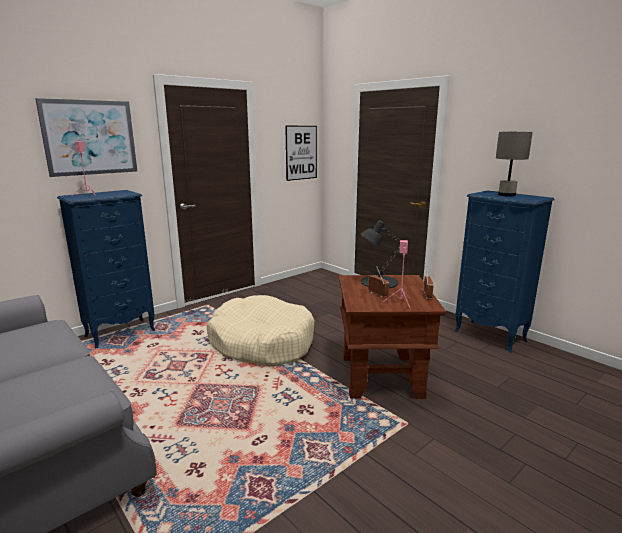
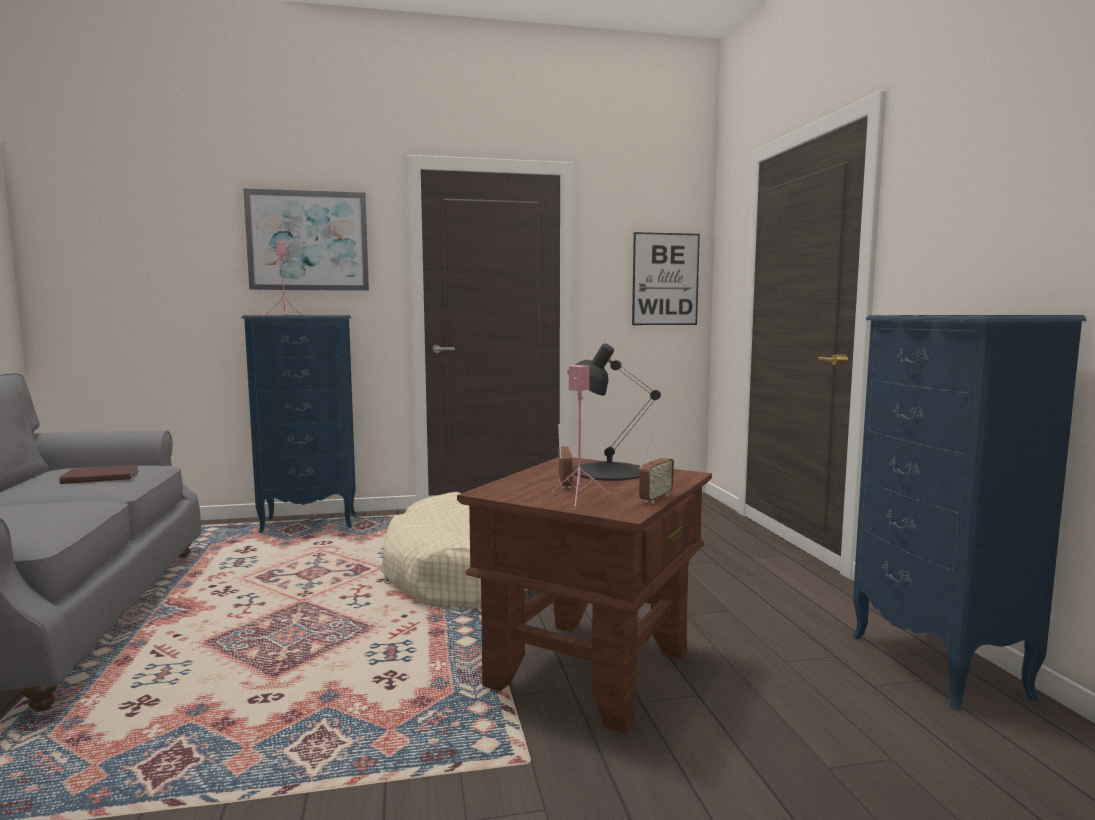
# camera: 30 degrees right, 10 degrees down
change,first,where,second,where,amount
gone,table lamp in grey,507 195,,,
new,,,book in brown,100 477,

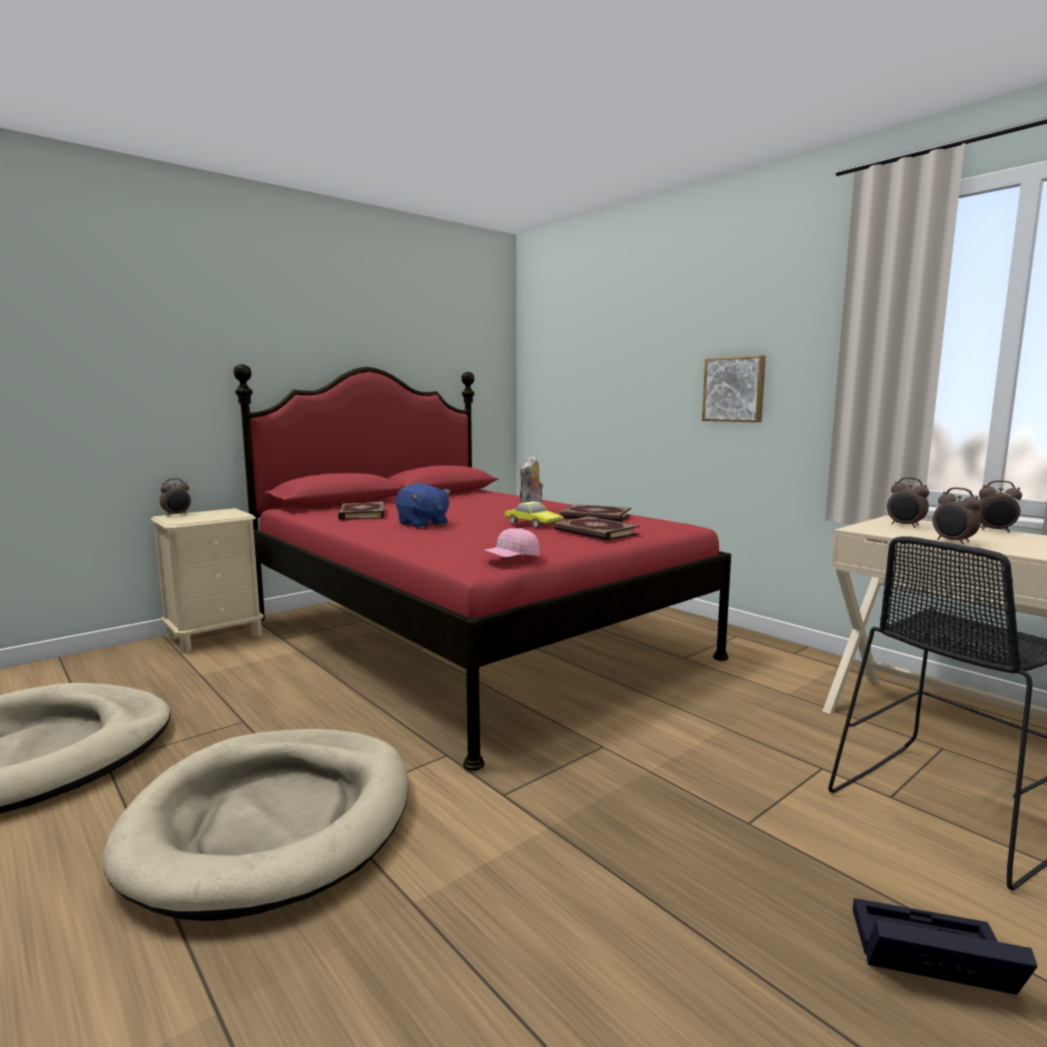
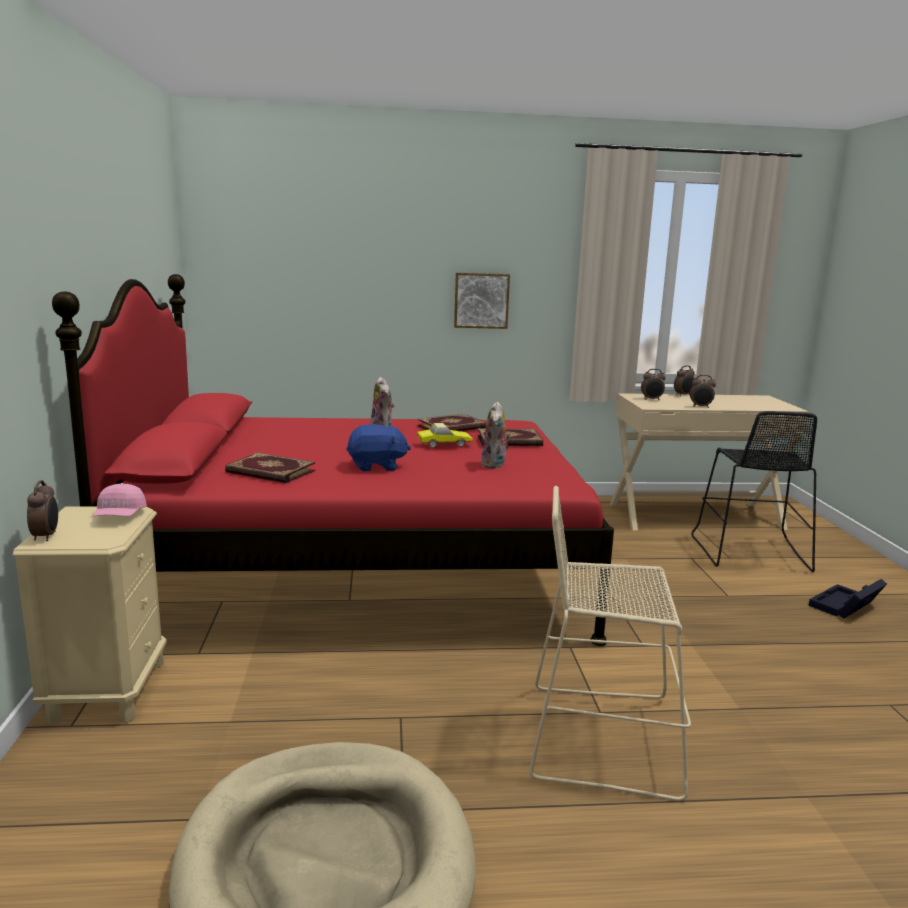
# camera: 55 degrees left, 5 degrees up
change,first,where,second,where,amount
swapped,dog bed in beige,273 821,stool in beige,605 737,
shifted,cap in pink,511 559,,120 516,
new,,,plush toy,495 465,

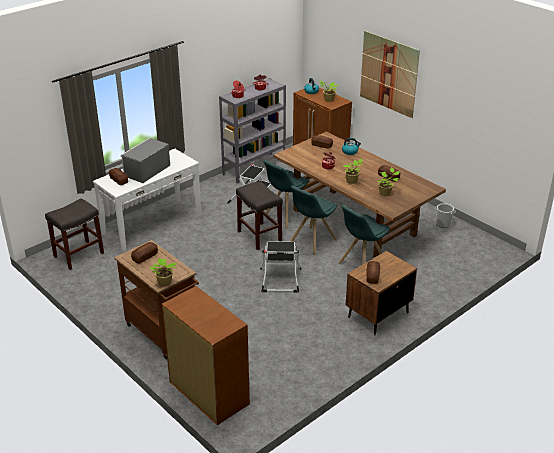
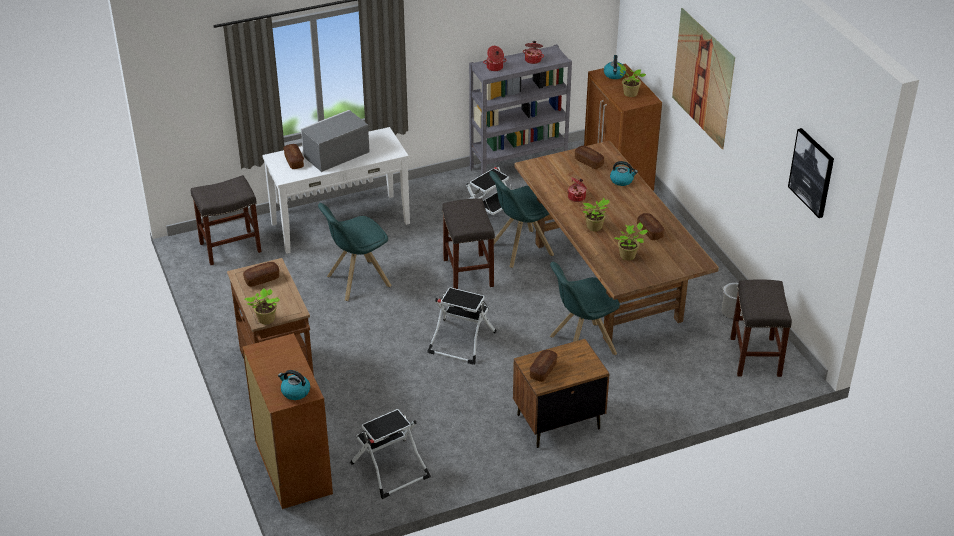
# camera: 20 degrees right, 5 degrees up
change,first,where,second,where,amount
shifted,chair in turquoise,312 241,,358 281,
new,,,kettle,295 392,
new,,,step ladder,390 467,
new,,,stool in grey,756 357,
new,,,picture,812 172,

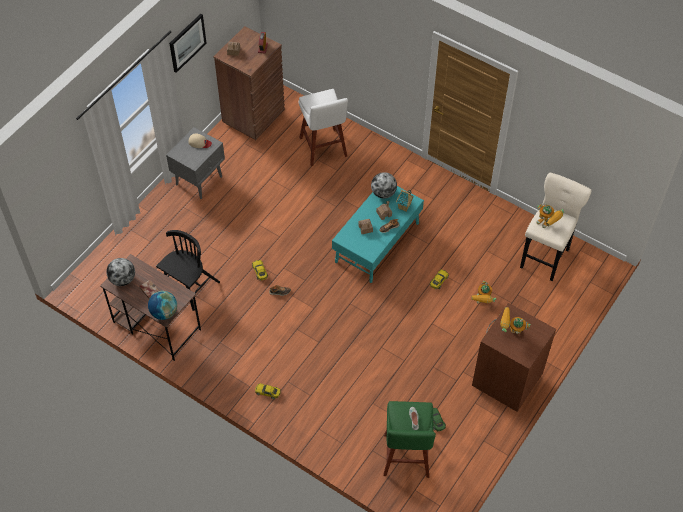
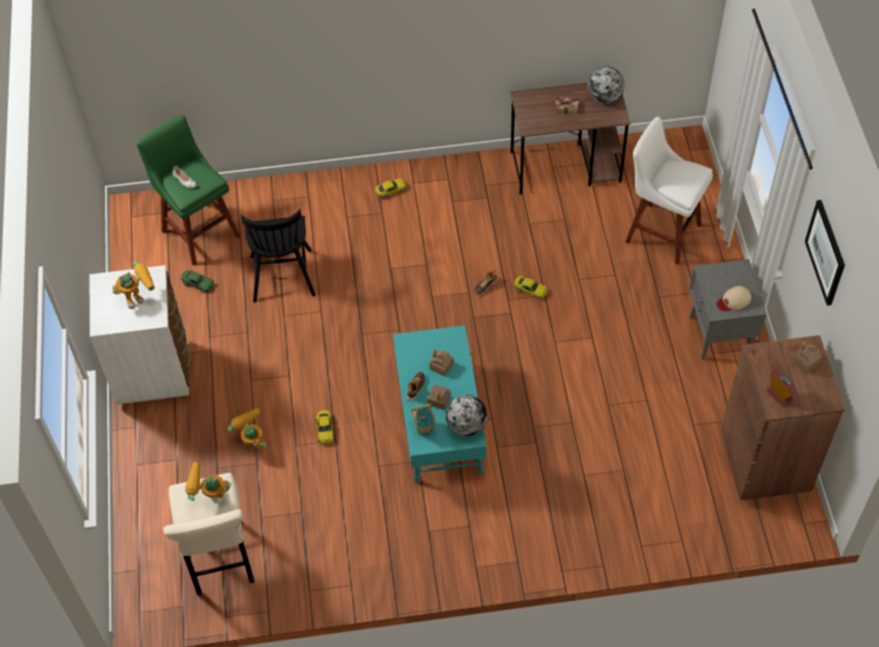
# camera: 140 degrees right, 0 degrees up
change,first,where,second,where,amount
gone,globe,164 312,,,
shifted,chair in black,188 287,,282 271,
shifted,stool in white,323 148,,661 232,
repainted,dresser in brown,506 382,dresser in white,154 373,

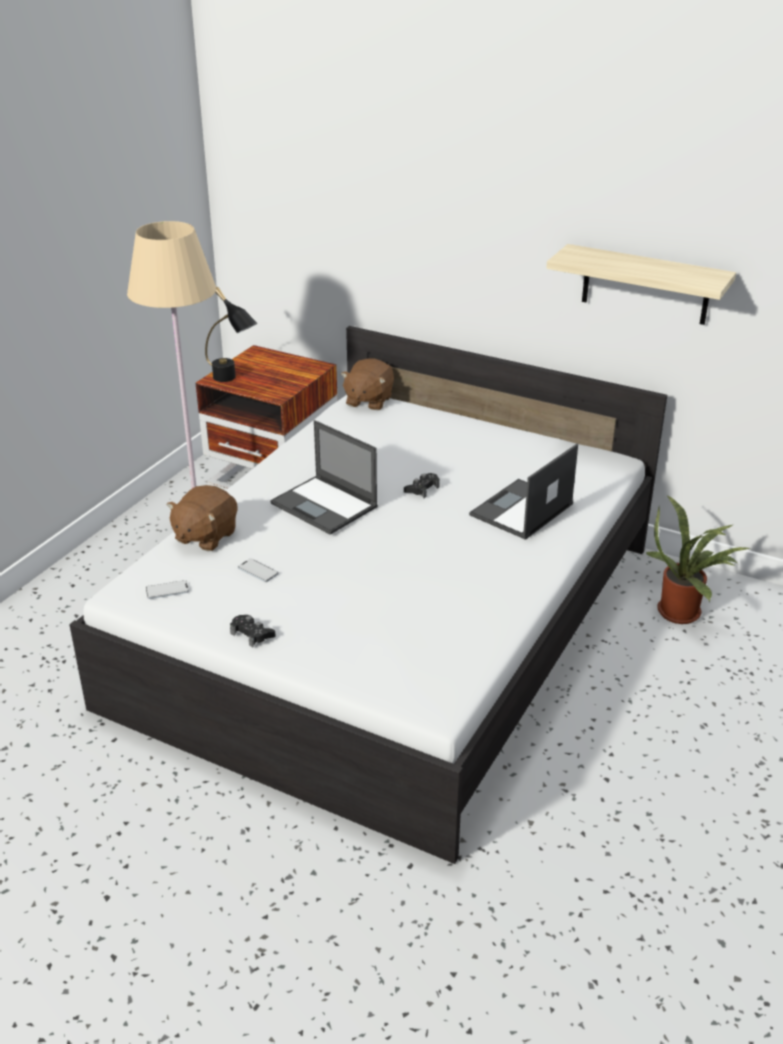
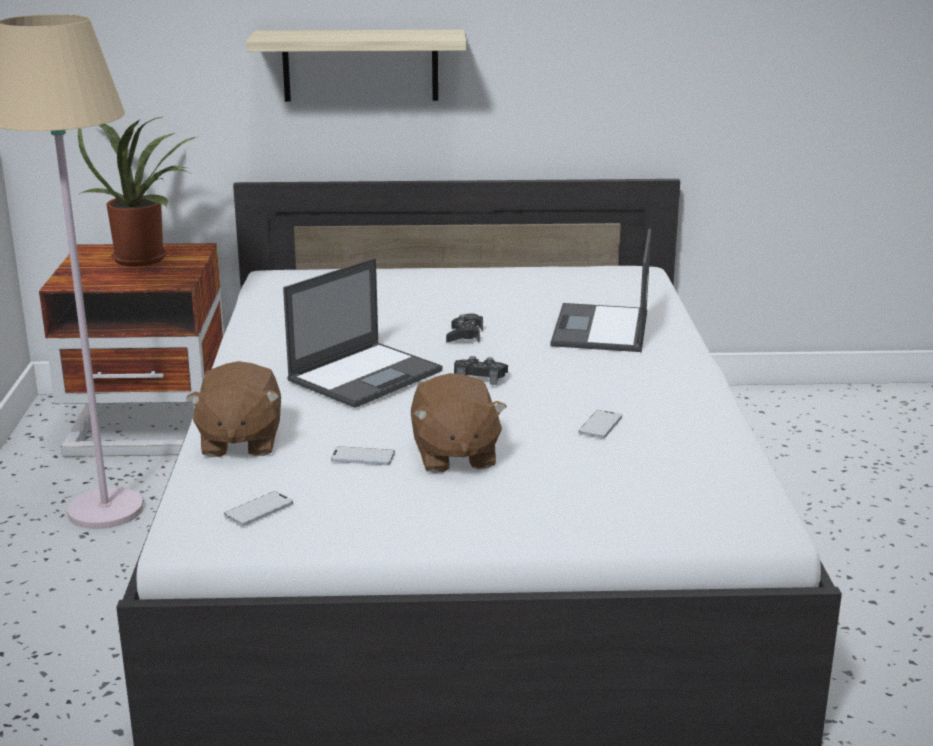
# camera: 30 degrees left, 10 degrees down
change,first,where,second,where,amount
gone,table lamp in black,232 380,,,
shifted,game controller in black,252 634,,480 377,
rotated,laptop,325 505,,366 375,60 degrees counterclockwise
shifted,plush toy in brown,368 401,,454 456,
shifted,shelf,645 285,,360 65,
shifted,potted plant,683 612,,145 258,
new,,,phone,600 425,

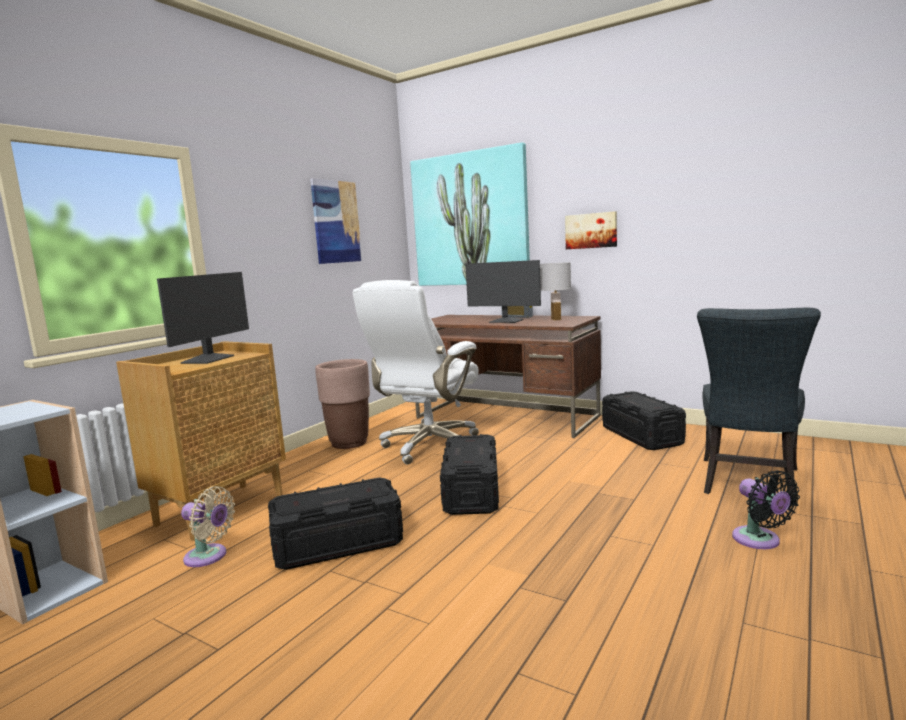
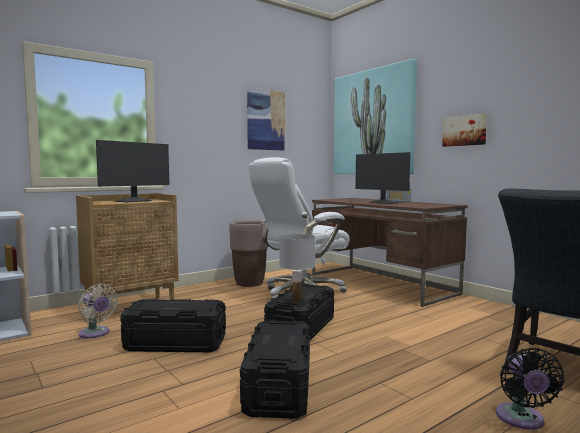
# camera: 20 degrees right, 5 degrees down
change,first,where,second,where,amount
shifted,table lamp in white,556 319,,297 300,
shifted,storage box in black,641 435,,279 386,

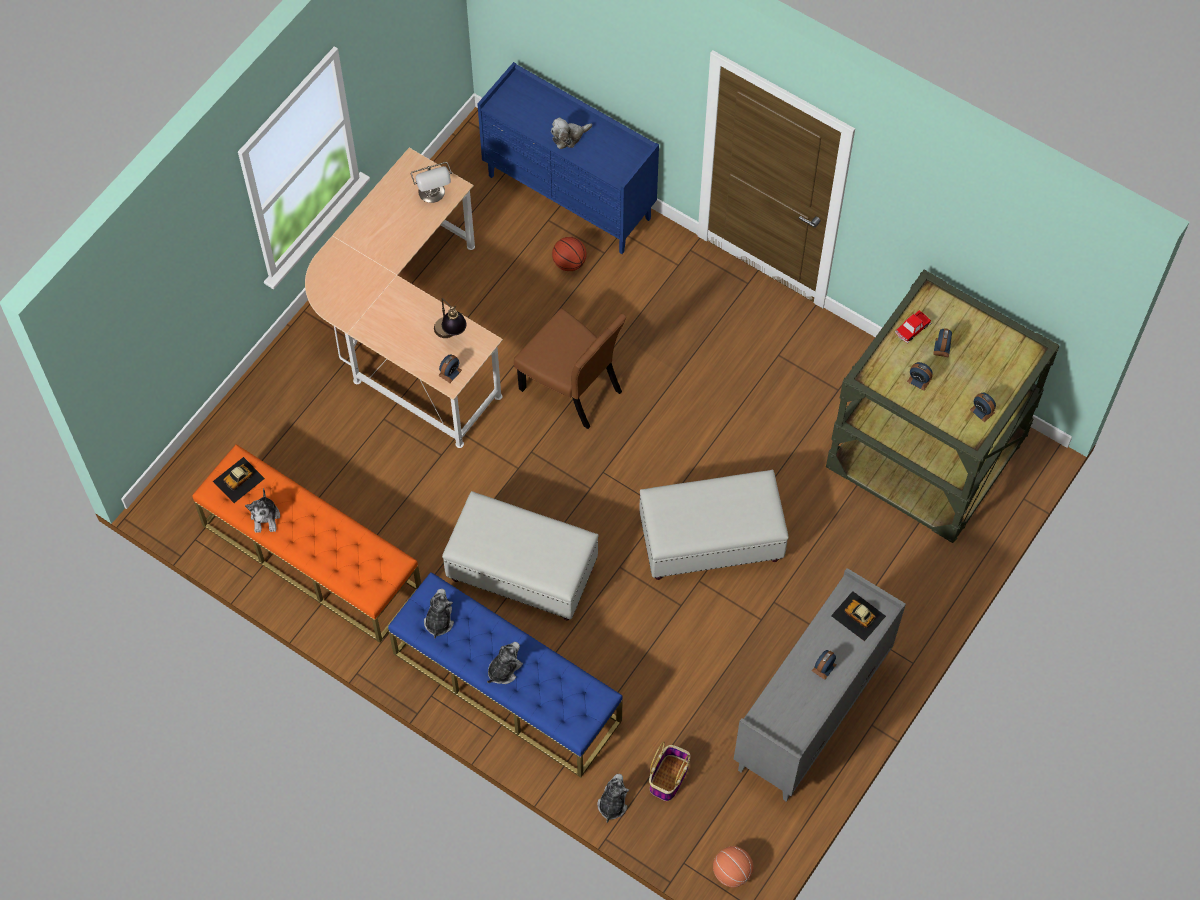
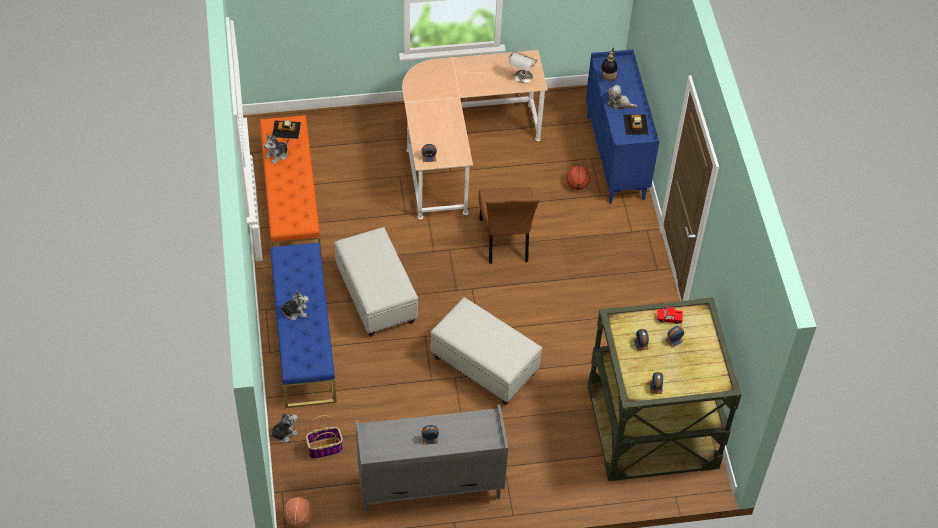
# camera: 45 degrees right, 10 degrees down
change,first,where,second,where,amount
gone,plush toy,438 621,,,
shifted,table lamp,450 335,,608 80,
shifted,toy car,858 616,,635 124,

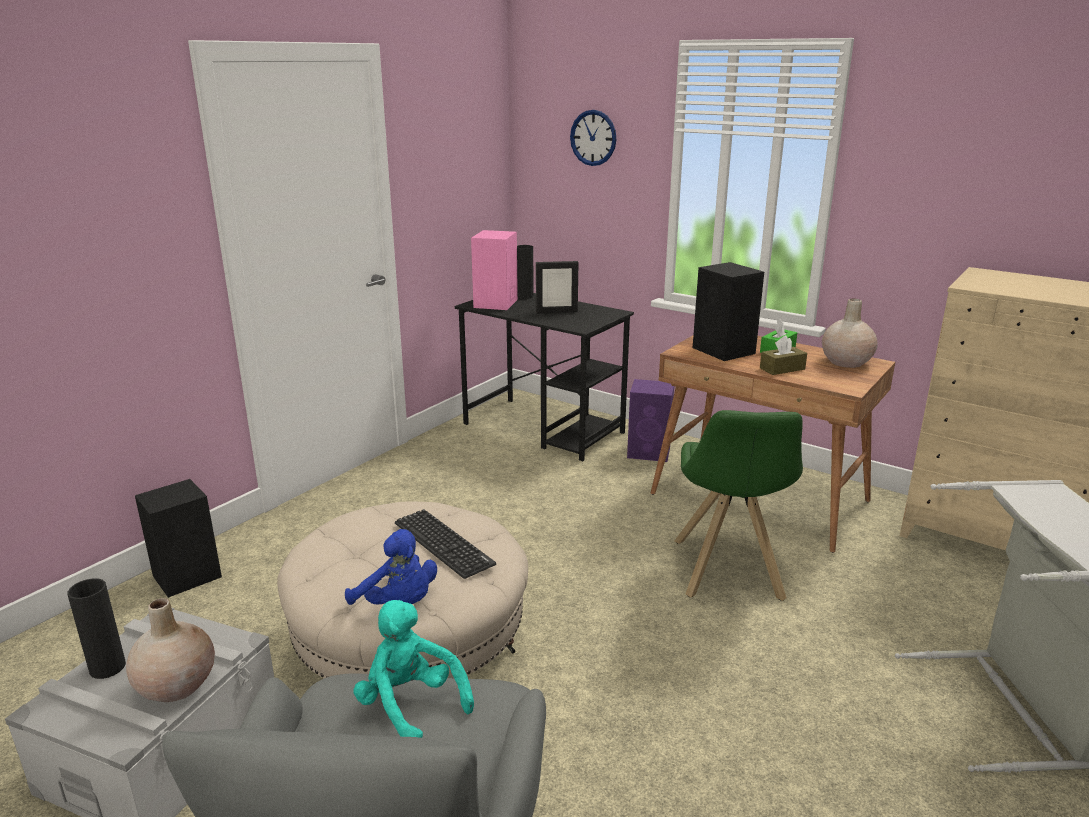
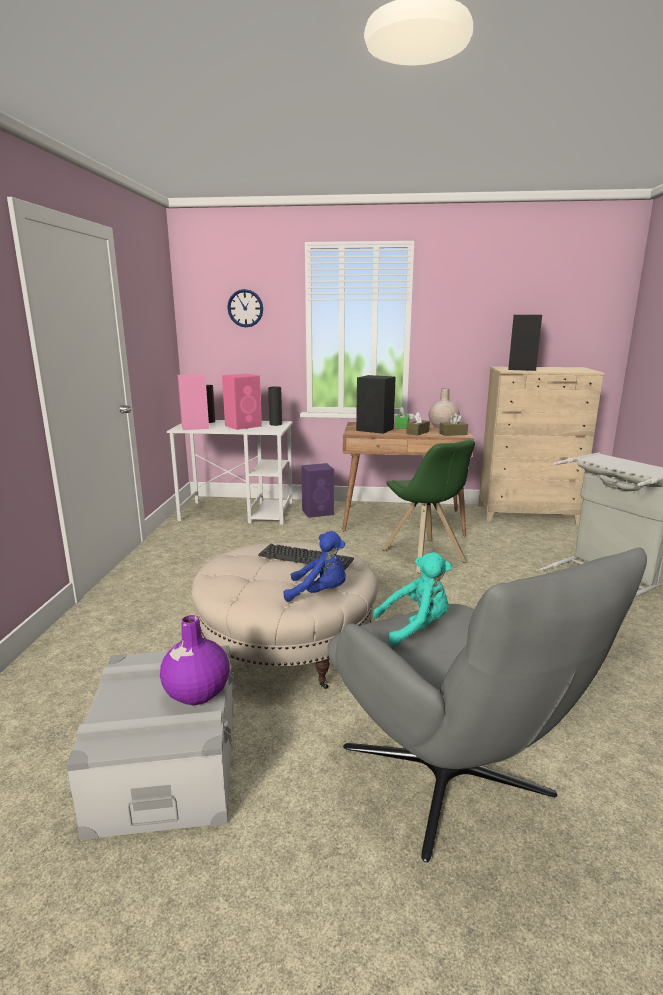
# camera: 30 degrees left, 5 degrees down
change,first,where,second,where,amount
shifted,vase in black,107 667,,275 424,
repainted,vase in beige,176 685,vase in purple,196 692,
shifted,speaker in black,189 576,,522 368,
rotated,plush toy in turquoise,410 705,,415 627,150 degrees clockwise
repainted,desk in black,544 428,desk in white,238 513,
swapped,picture frame,556 311,speaker in pink,244 426,
new,,,tissue box in brown,453 434,

